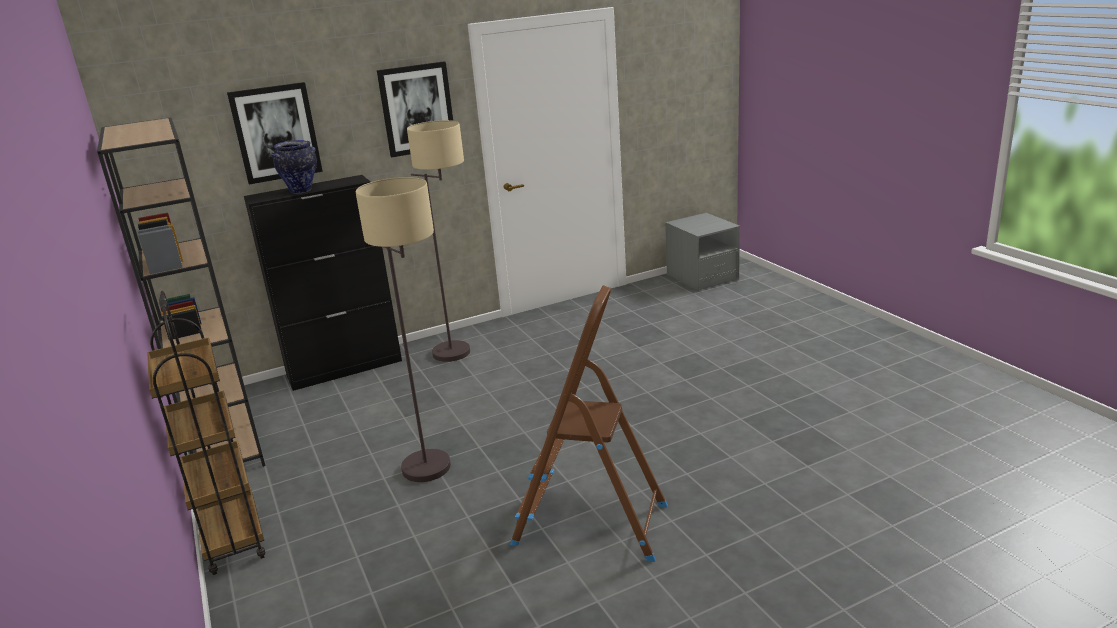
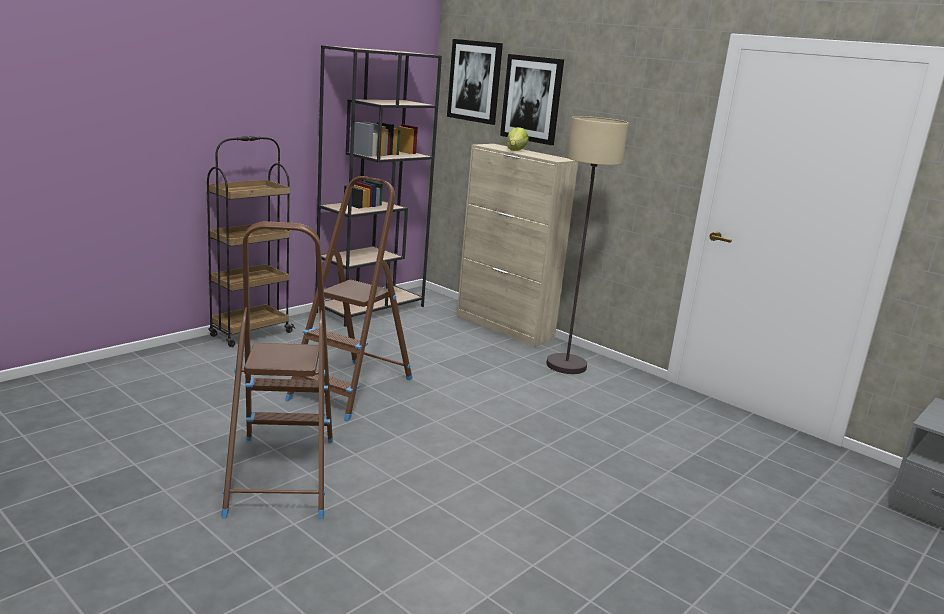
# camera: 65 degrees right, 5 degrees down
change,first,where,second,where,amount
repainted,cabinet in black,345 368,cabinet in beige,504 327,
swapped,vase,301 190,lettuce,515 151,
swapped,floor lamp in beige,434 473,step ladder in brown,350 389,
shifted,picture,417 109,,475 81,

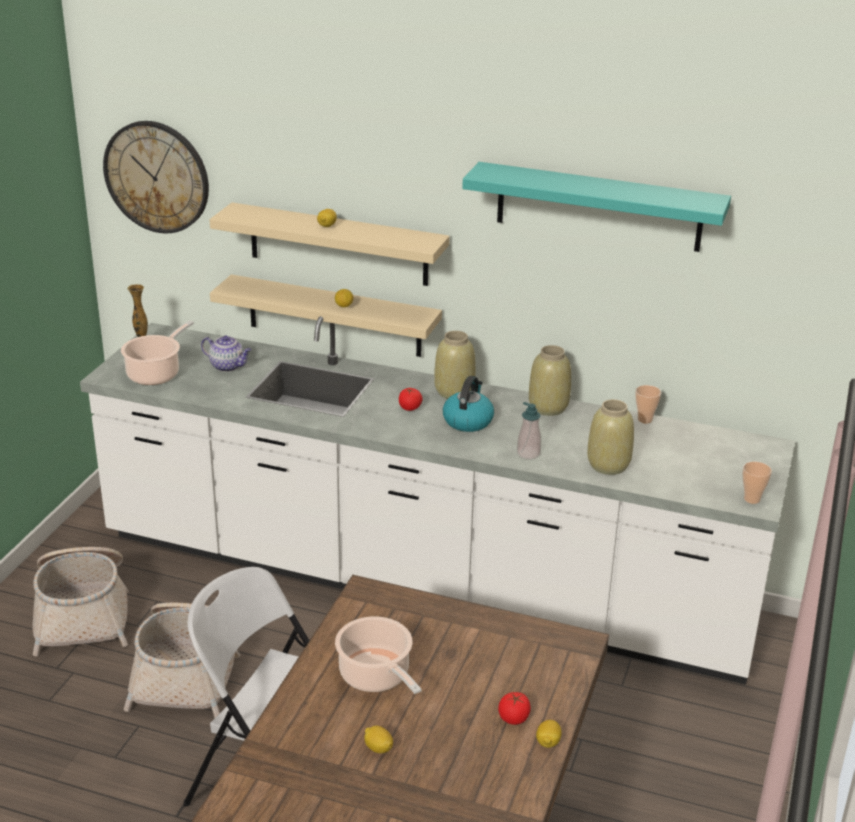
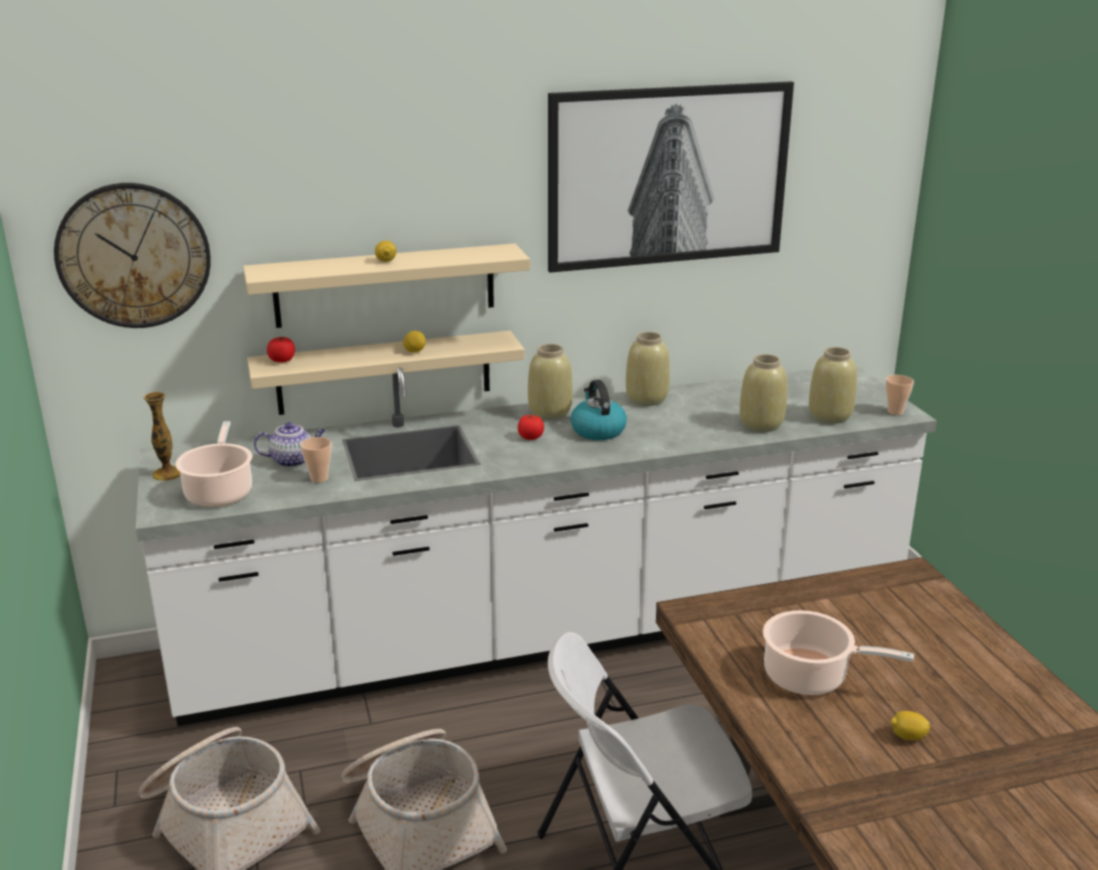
# camera: 35 degrees left, 5 degrees down
change,first,where,second,where,amount
swapped,shelf in turquoise,599 207,picture,669 176,
shifted,tomato,513 718,,282 360,
gone,soap dispenser,528 453,,,
gone,lemon,548 742,,,
shifted,cup,645 419,,319 478,
new,,,vase in beige,830 416,

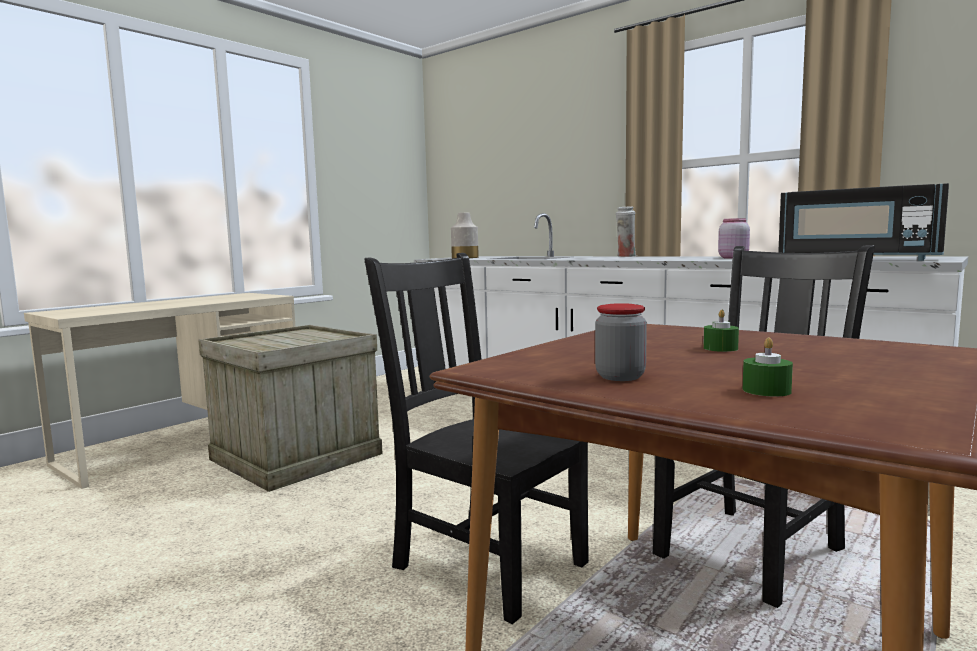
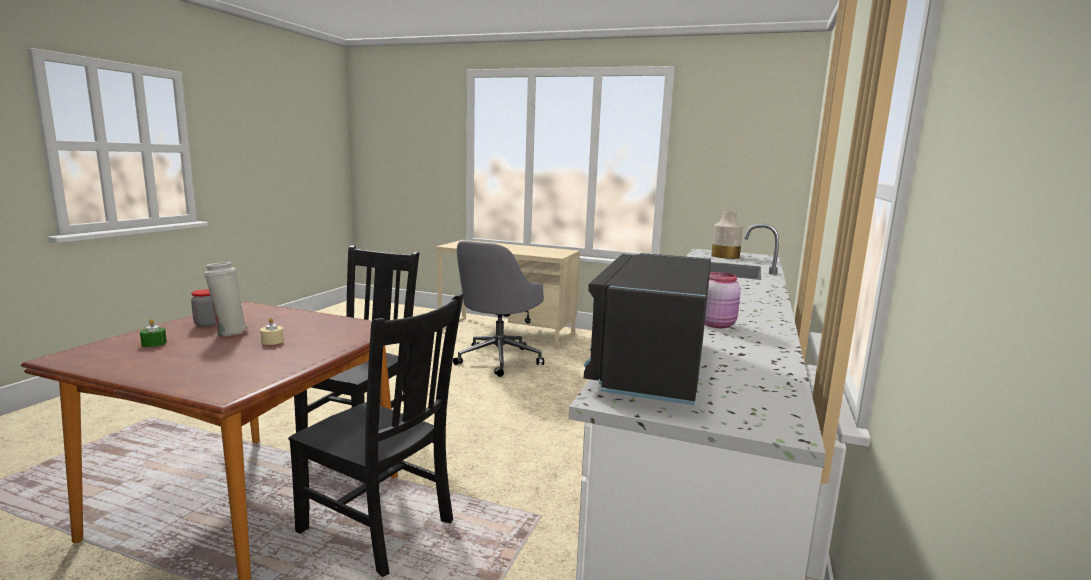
# camera: 70 degrees right, 5 degrees up
change,first,where,second,where,amount
swapped,crate,295 458,office chair in grey,498 360,
shifted,vase in white,626 256,,229 332,
repainted,candle in green,720 348,candle in beige,272 341,

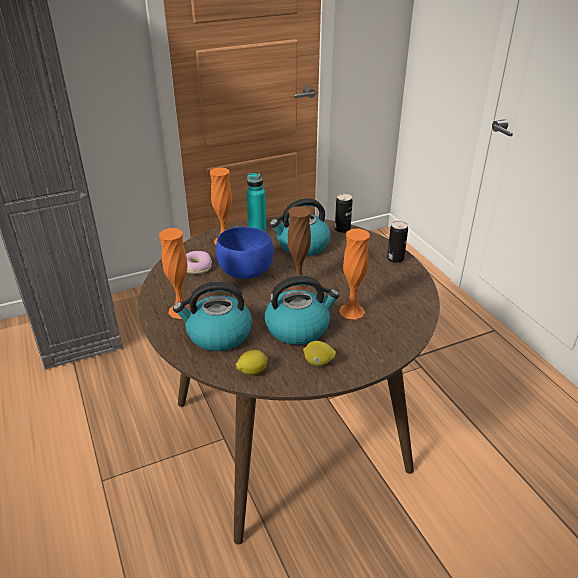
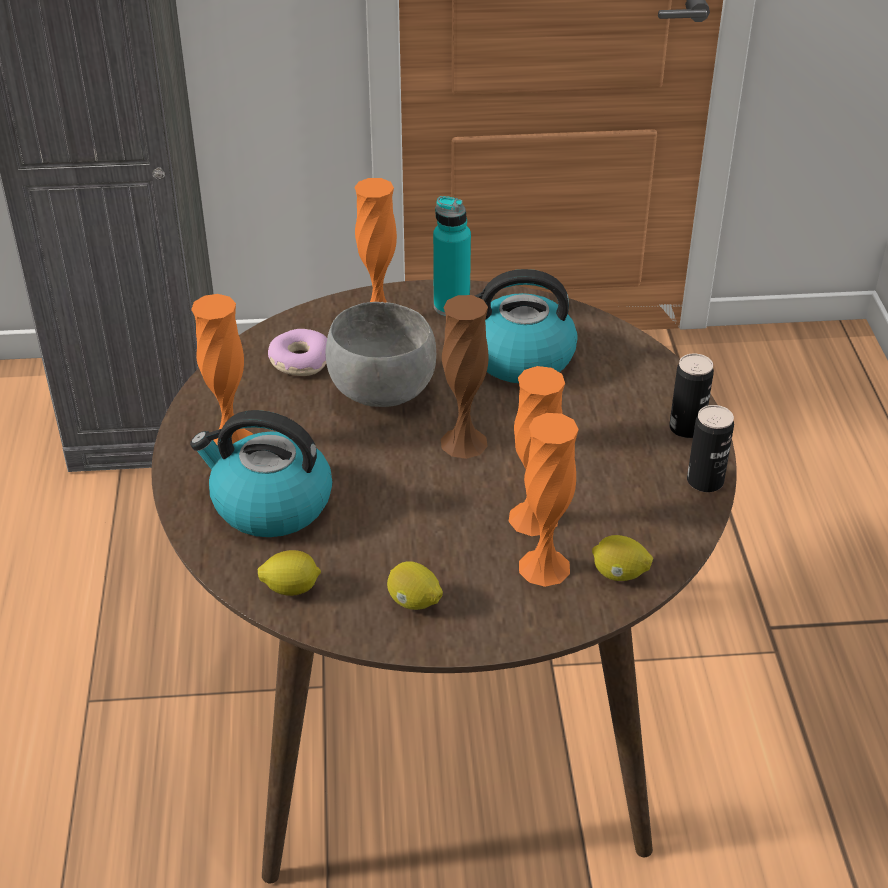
# camera: 20 degrees right, 5 degrees up
change,first,where,second,where,amount
repainted,bowl in blue,244 272,bowl in grey,380 391,
gone,kettle,298 328,,,
shifted,can,342 229,,705 481,
new,,,vase in orange,544 567,
new,,,lemon,619 574,

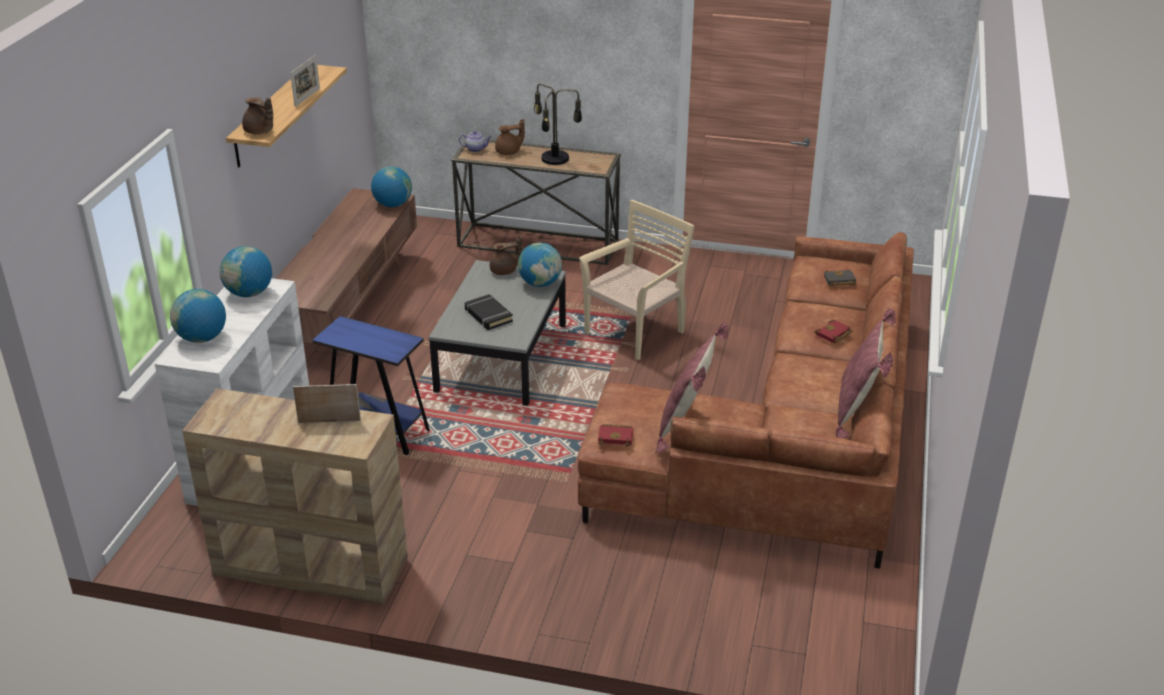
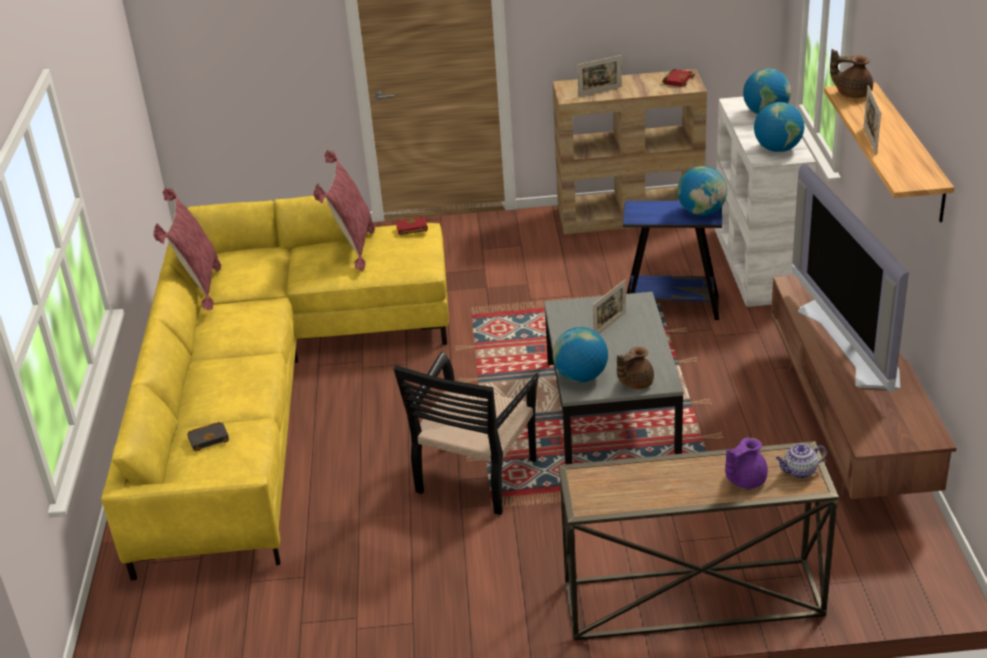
# camera: 165 degrees right, 0 degrees up
change,first,where,second,where,amount
shifted,globe,392 204,,701 212,
swapped,book in black,488 315,picture frame,610 325,
repainted,teapot in brown,509 152,teapot in purple,744 480,
gone,table lamp,554 159,,,
repainted,sofa in brown,791 437,sofa in yellow,269 394,
repainted,armchair in beige,635 332,armchair in black,476 477,
shifted,book in red,833 335,,677 80,
new,,,television,850 343,

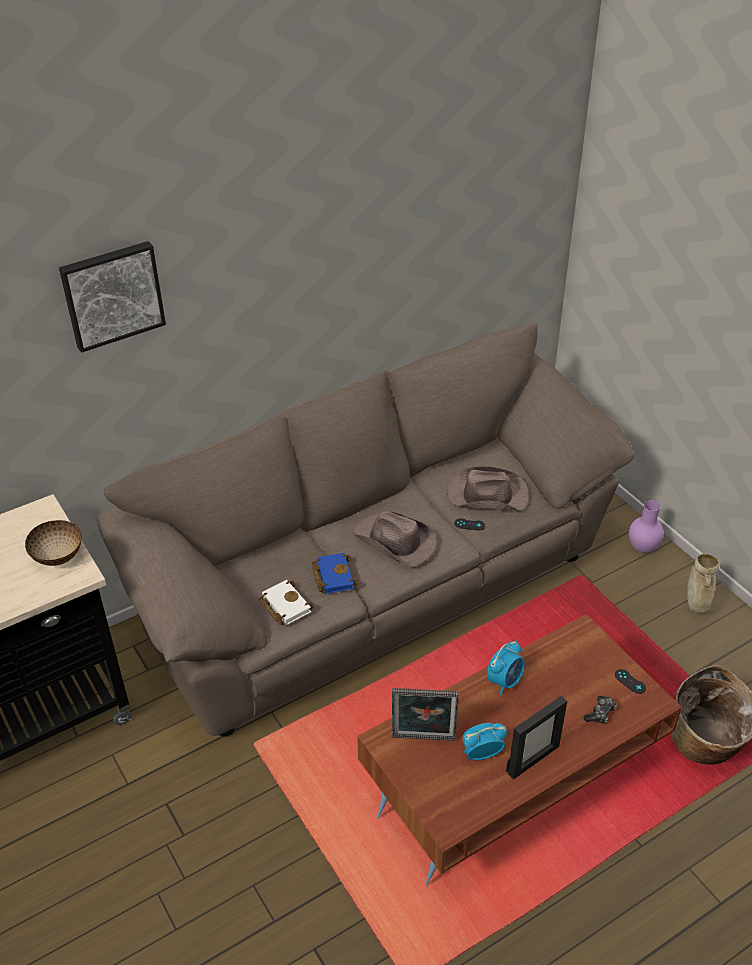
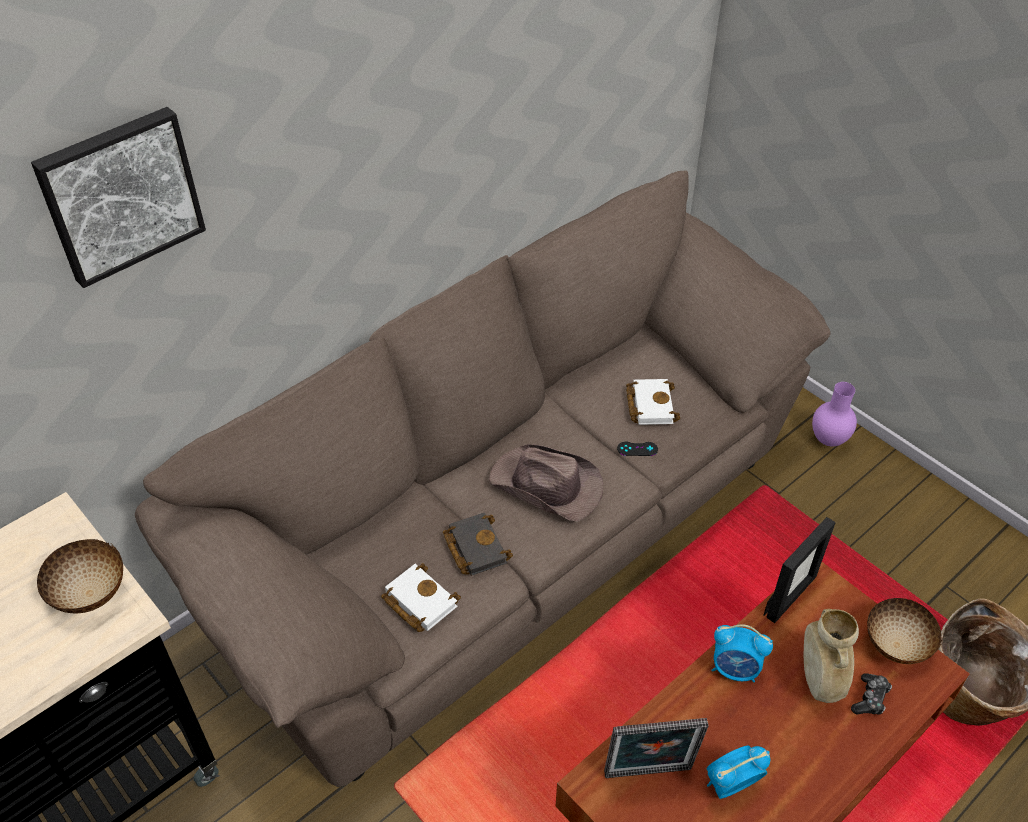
# camera: 10 degrees left, 5 degrees up
change,first,where,second,where,amount
repainted,book in blue,332 575,book in black,474 547,
swapped,hat in brown,486 494,book in white,649 404,
rotated,alarm clock,505 681,,735 669,75 degrees clockwise
shifted,picture frame,532 759,,790 595,
swapped,game controller in black,630 681,bowl,895 646,
shifted,vase in beige,696 605,,819 681,

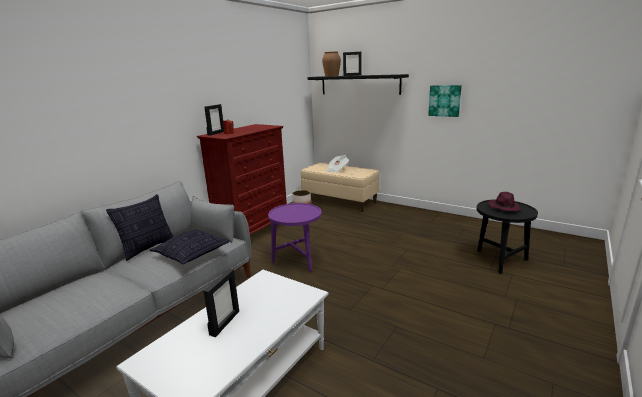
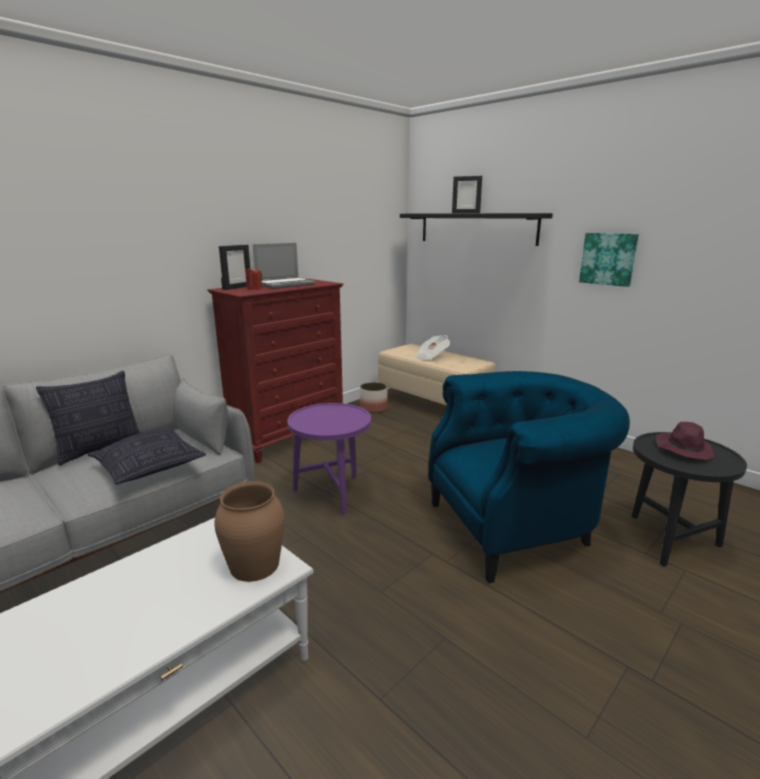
# camera: 10 degrees right, 0 degrees up
change,first,where,second,where,amount
gone,picture frame,225 323,,,
shifted,vase in brown,331 76,,254 564,
new,,,laptop,286 284,
new,,,armchair in blue,516 528,

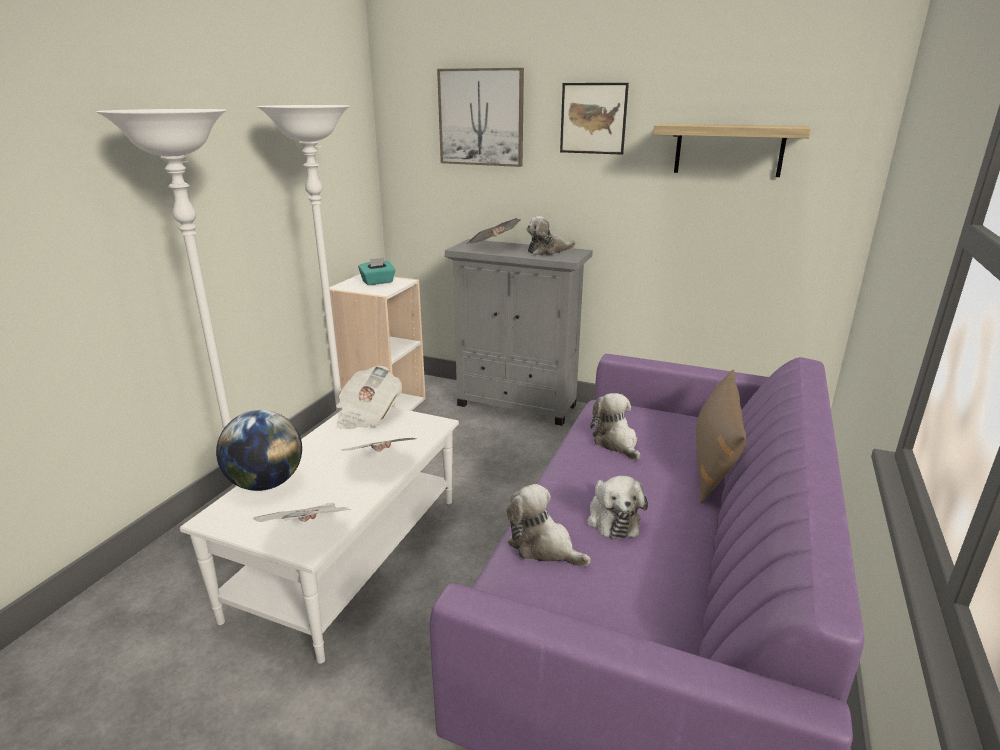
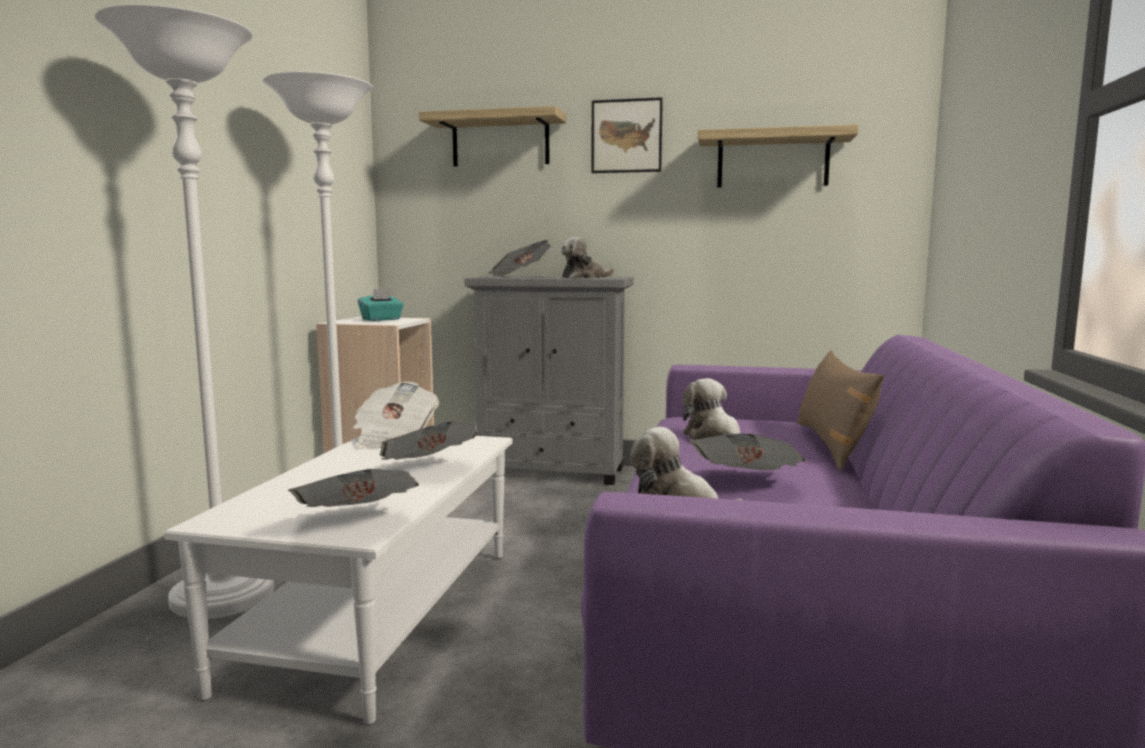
# camera: 10 degrees left, 15 degrees down
change,first,where,second,where,amount
gone,globe,265 483,,,
swapped,picture,481 117,shelf,500 141,
swapped,plush toy,612 518,newspaper,746 484,

